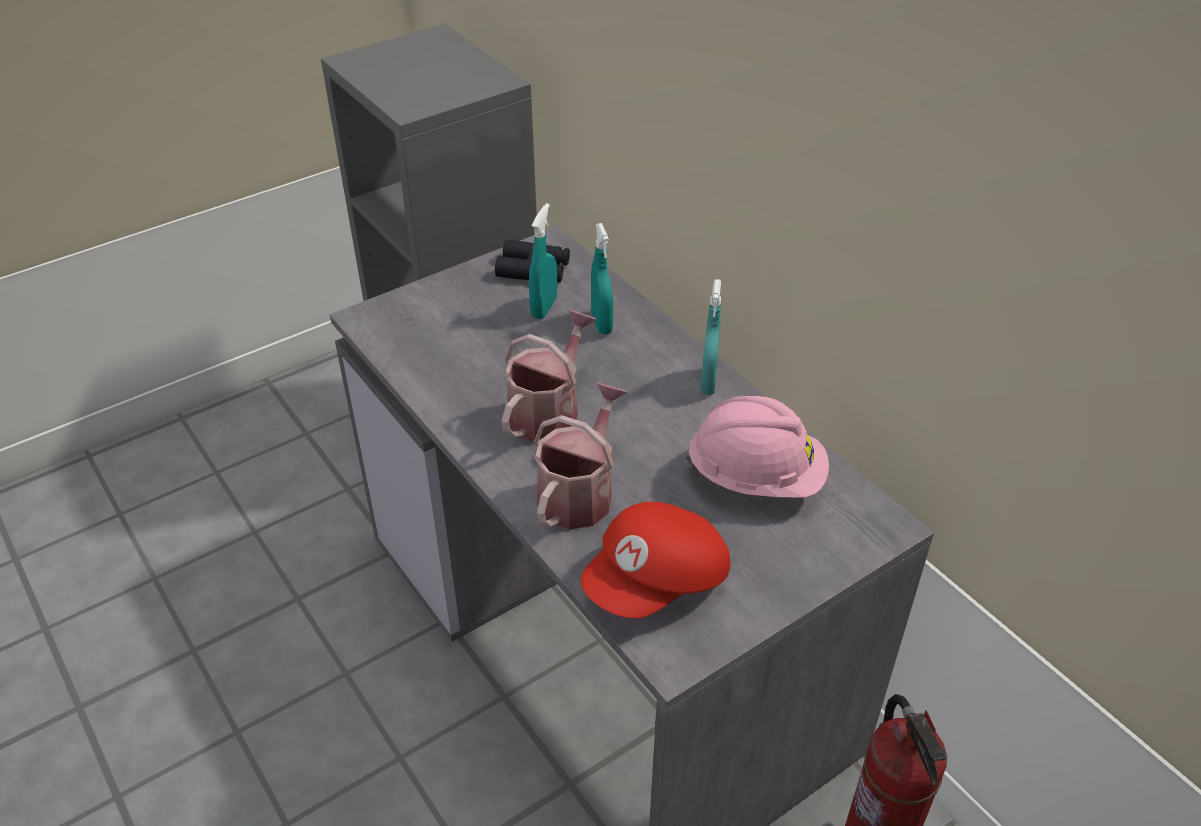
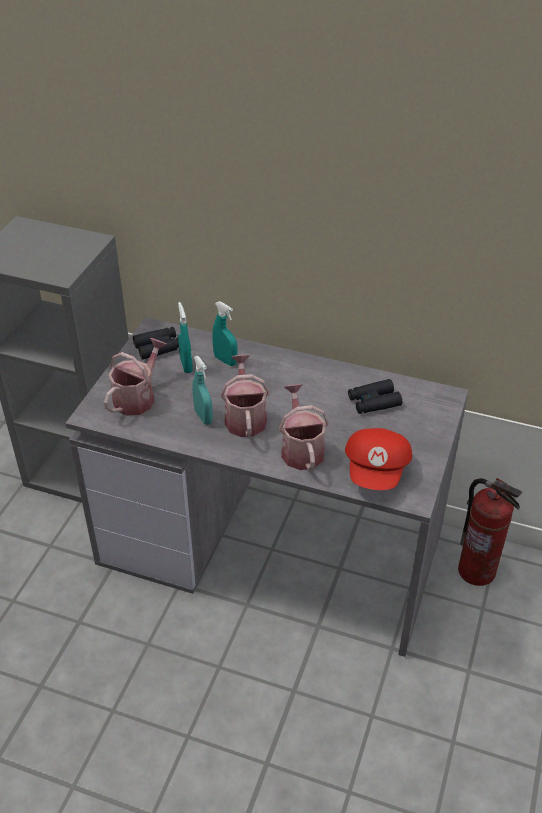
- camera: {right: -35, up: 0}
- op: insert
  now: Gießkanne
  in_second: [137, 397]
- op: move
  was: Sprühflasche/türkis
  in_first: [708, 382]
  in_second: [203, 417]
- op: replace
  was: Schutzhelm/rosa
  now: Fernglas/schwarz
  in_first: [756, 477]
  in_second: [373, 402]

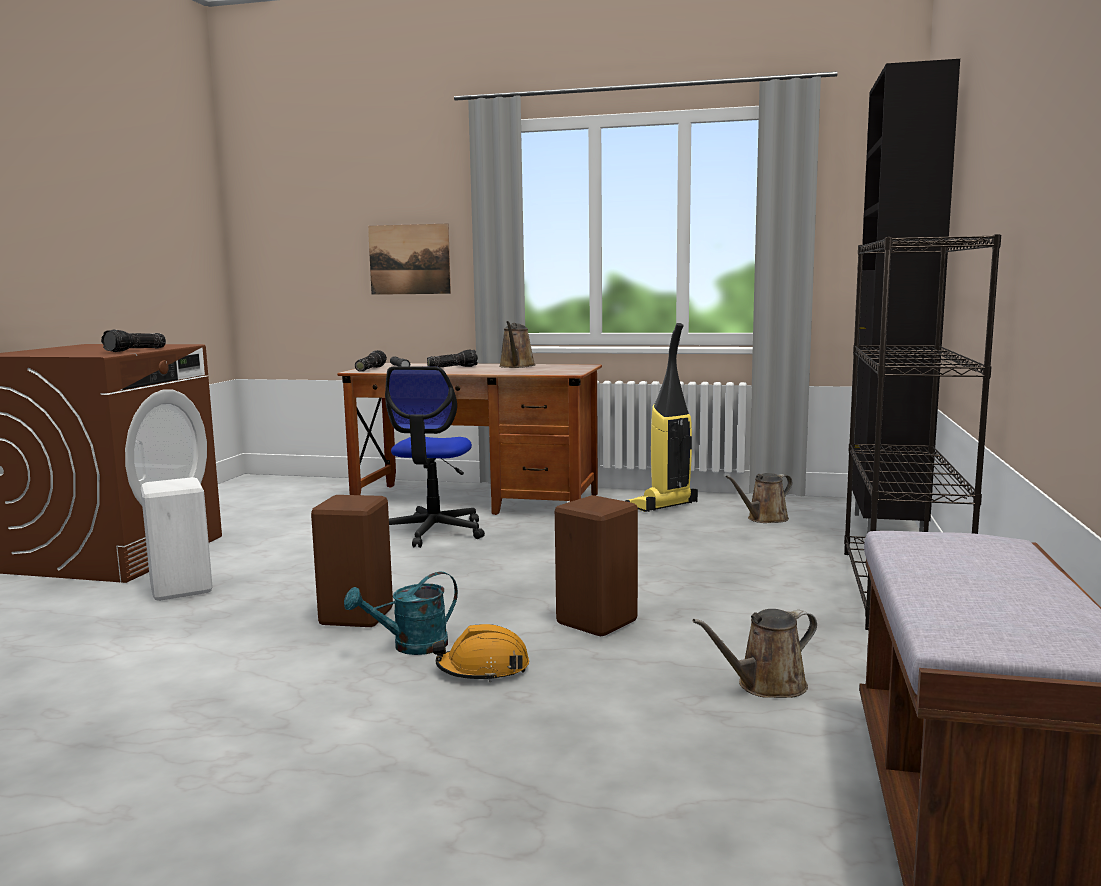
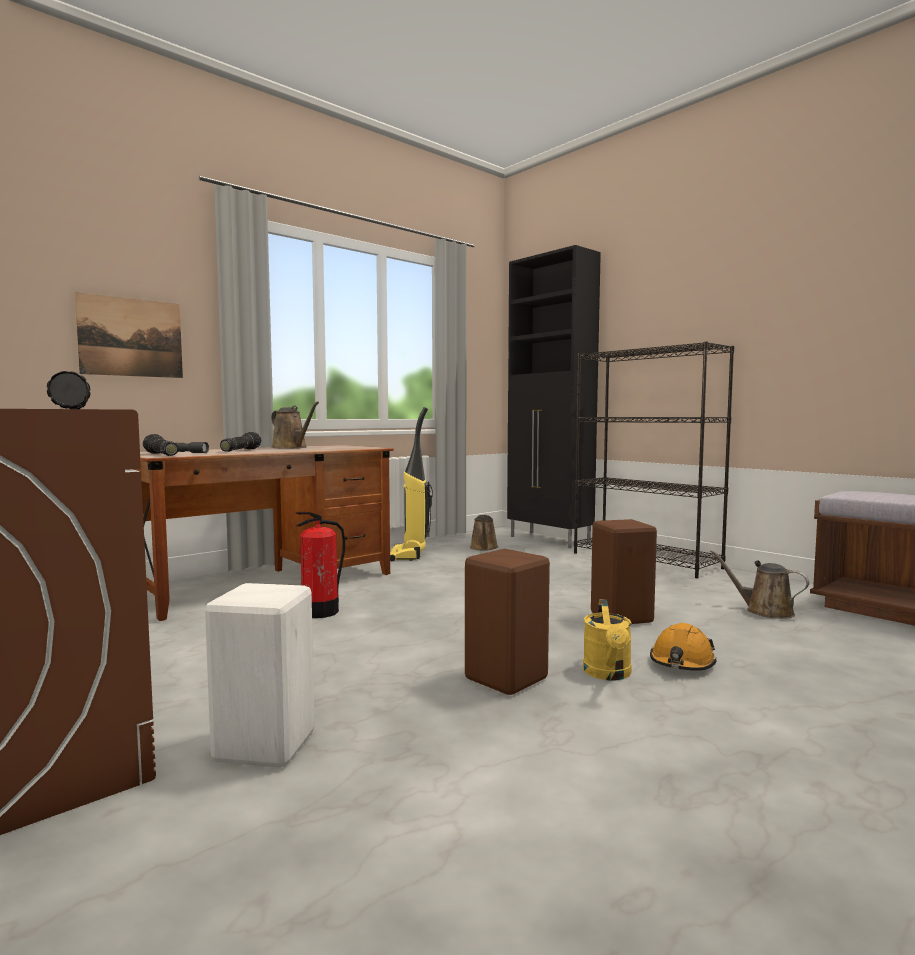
- camera: {right: -55, up: -5}
- op: replace
  was: Bürostuhl
  now: Feuerlöscher
  in_first: [433, 532]
  in_second: [320, 612]
- op: recolor
  was: Gießkanne/türkis
  now: Gießkanne/gelb
  in_first: [411, 647]
  in_second: [608, 674]
- op: rotate
  was: Gießkanne/braun
  in_first: [766, 686]
  in_second: [764, 611]
  clockwise: 120

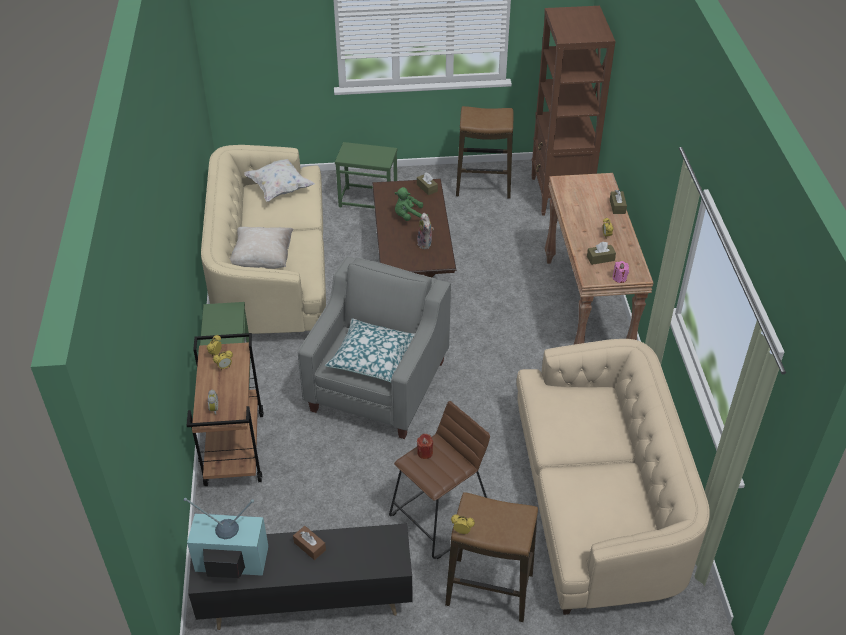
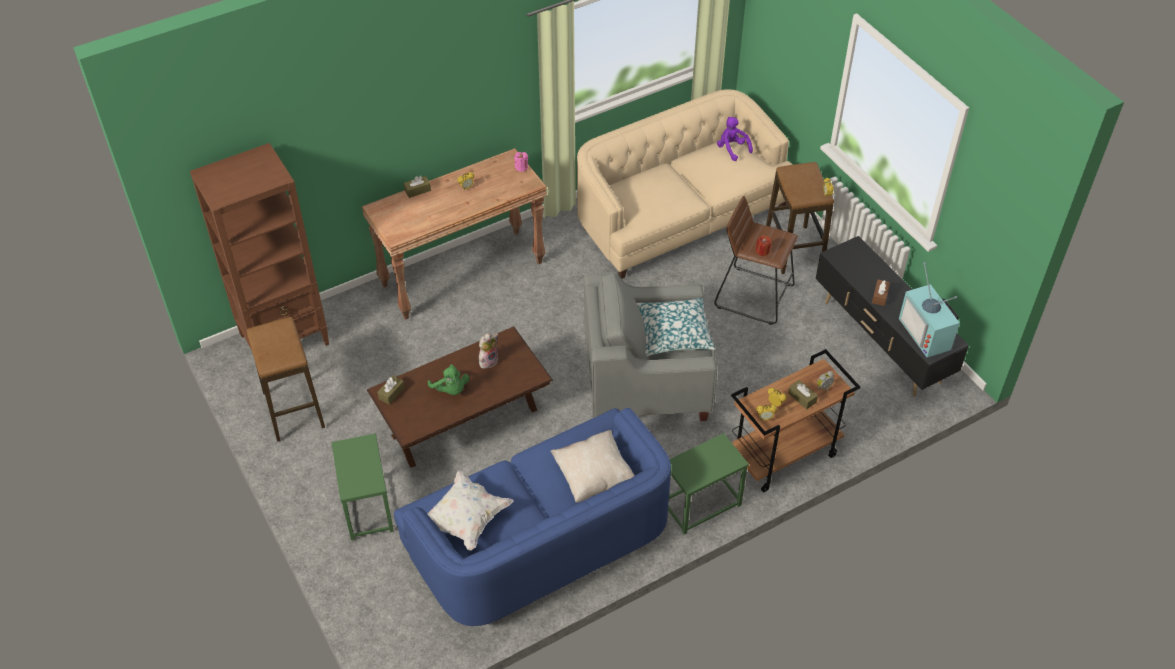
- camera: {right: -115, up: 5}
- op: recolor
  was: Sofa/beige
  now: Sofa/blau
  in_first: [273, 273]
  in_second: [540, 540]
- op: insert
  now: Plüschtier/lila
  in_second: [732, 149]
- op: move
  was: Taschentuchbox/braun
  in_first: [600, 258]
  in_second: [802, 398]

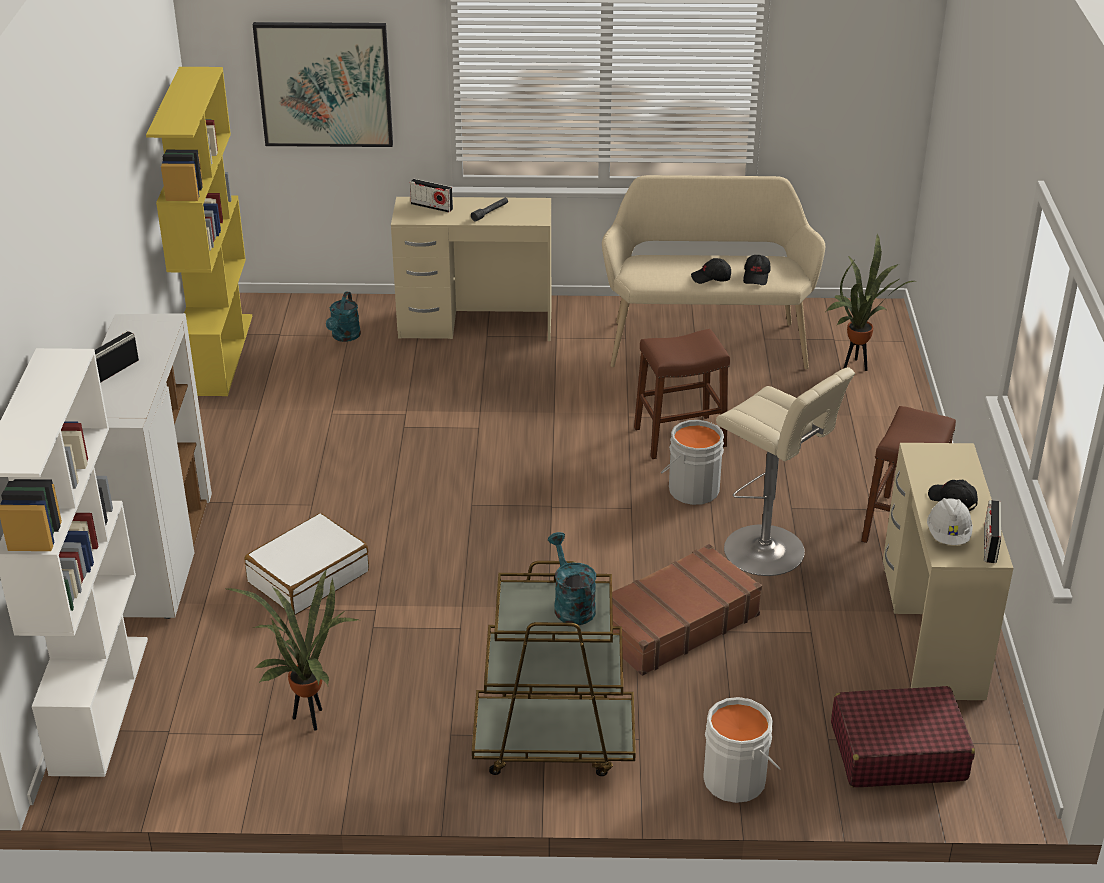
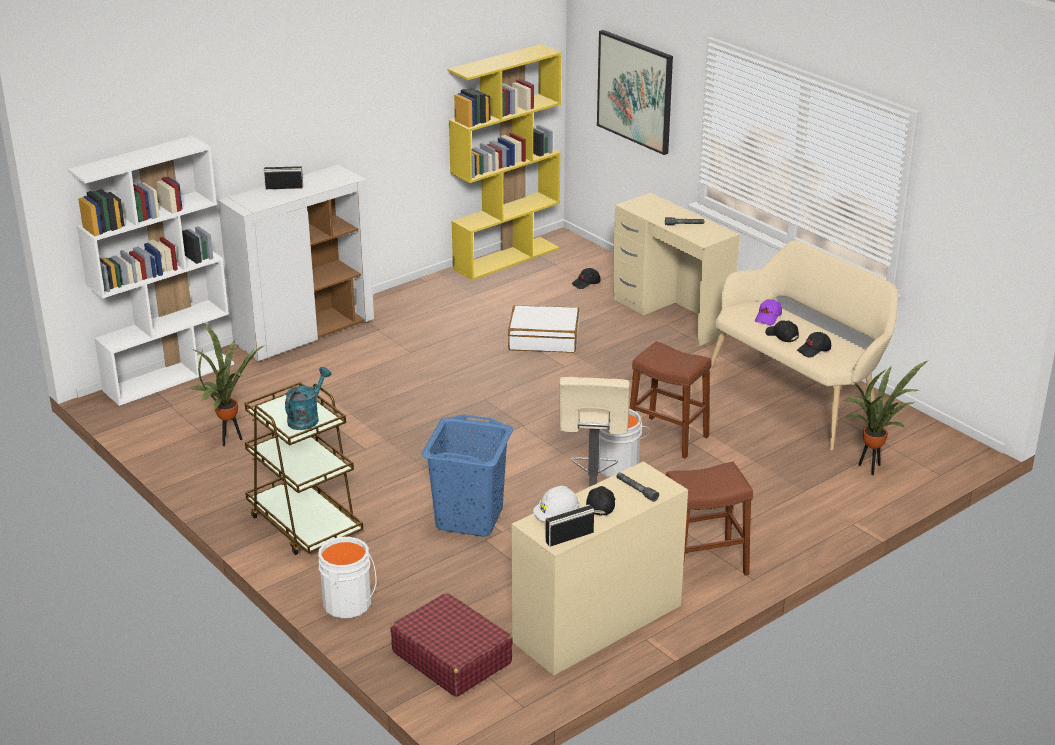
- camera: {right: 50, up: -5}
- op: replace
  was: Koffer/braun
  now: Wäschekorb/blau
  in_first: [674, 623]
  in_second: [468, 518]
- op: move
  was: Koffer/weiß
  in_first: [308, 576]
  in_second: [544, 339]
- op: replace
  was: Gießkanne/türkis
  now: Kappe/schwarz
  in_first: [344, 337]
  in_second: [586, 283]
- op: insert
  now: Taschenlampe/grau
  in_second: [636, 490]
- op: insert
  now: Kappe/lila
  in_second: [768, 318]
- op: delete
  was: Radio
  in_first: [432, 206]

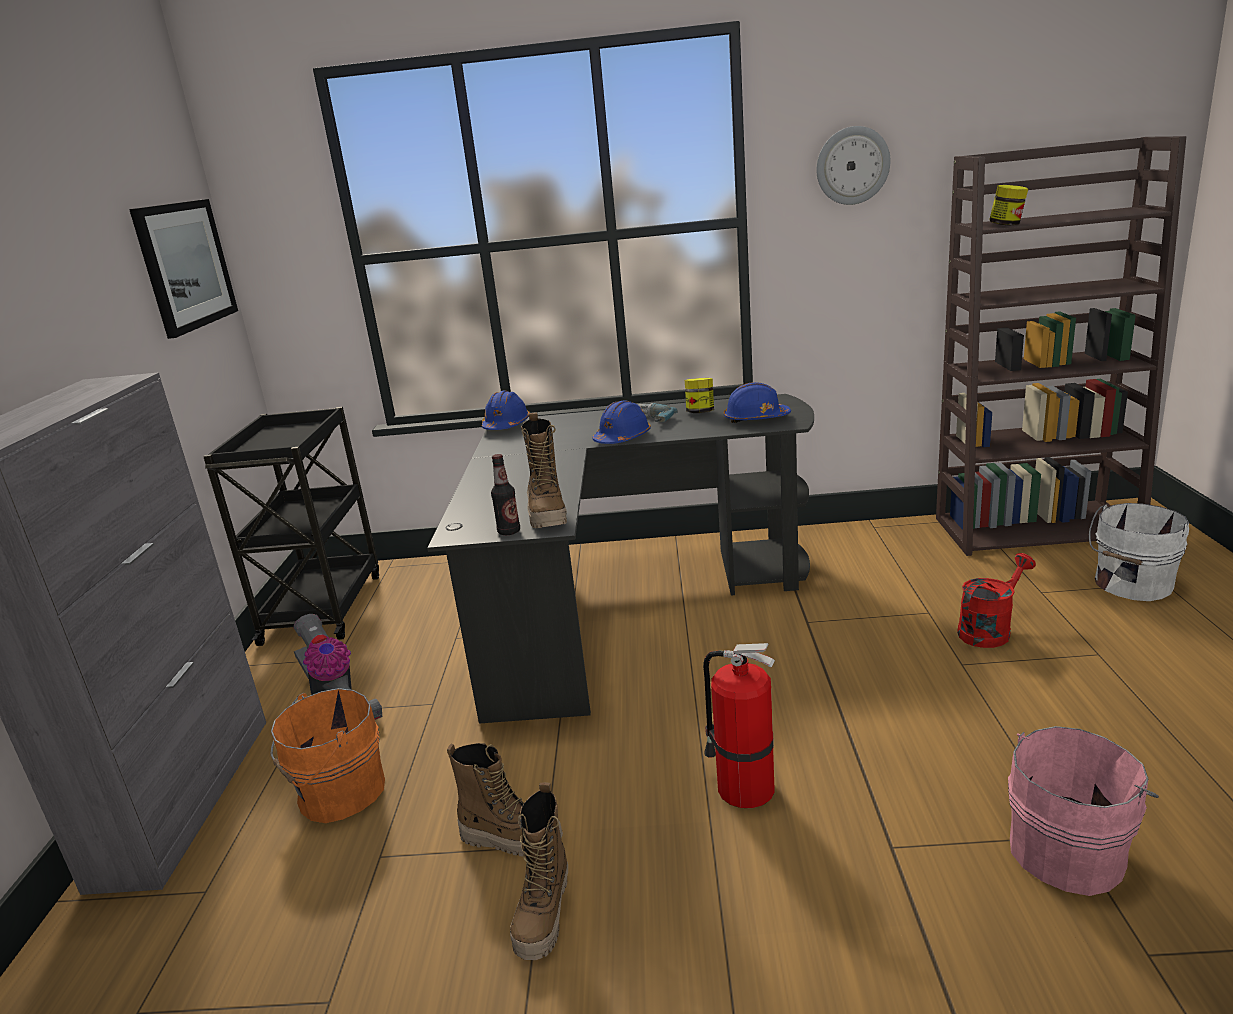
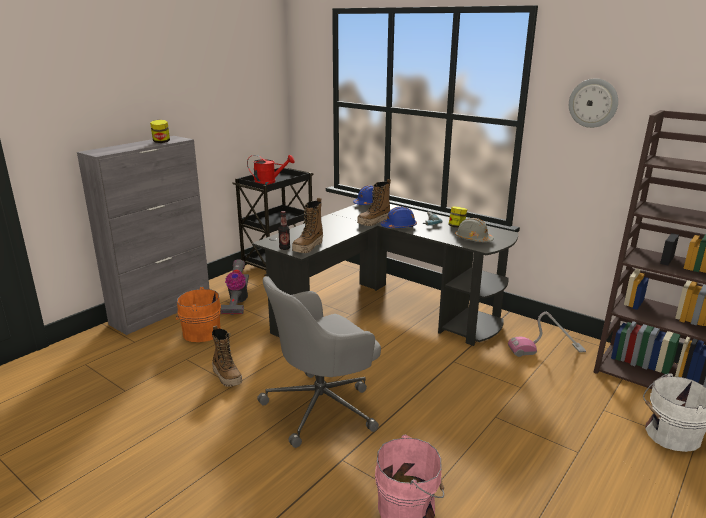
- camera: {right: 35, up: 0}
- op: move
  was: Vorratsglas
  in_first: [1006, 225]
  in_second: [161, 142]
- op: move
  was: Gießkanne/rot
  in_first: [989, 630]
  in_second: [269, 183]
- op: replace
  was: Feuerlöscher
  now: Bürostuhl/grau
  in_first: [742, 787]
  in_second: [322, 407]
- op: move
  was: Stiefel
  in_first: [544, 915]
  in_second: [374, 222]
- op: recolor
  was: Schutzhelm/blau
  now: Schutzhelm/grau
  in_first: [756, 419]
  in_second: [473, 239]
- op: insert
  now: Staubsauger
  in_second: [546, 350]
- op: delete
  was: Bild
  in_first: [185, 265]

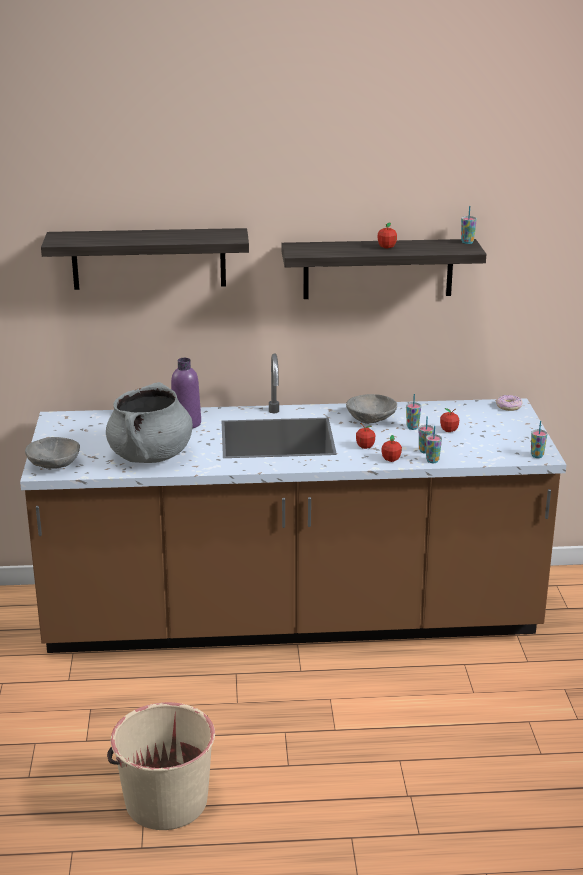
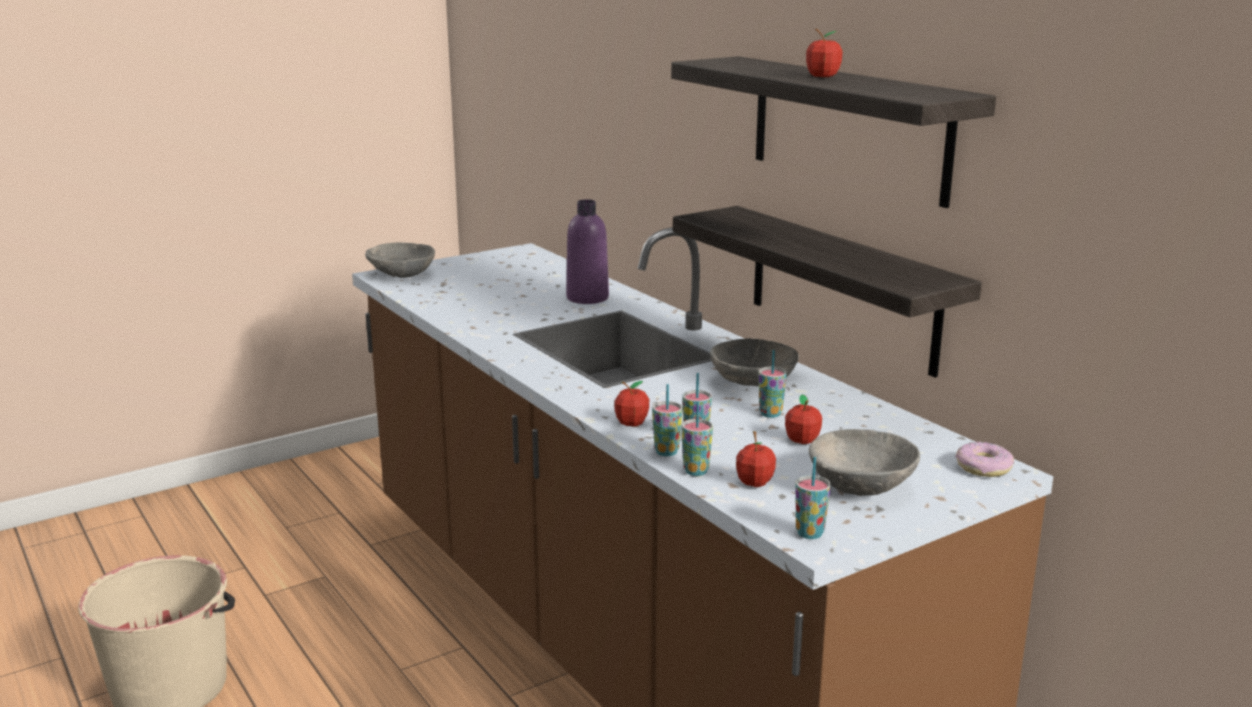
- camera: {right: 60, up: -5}
- op: move
  was: Wandregal
  in_first: [149, 258]
  in_second: [842, 288]
- op: move
  was: Tasse
  in_first: [467, 242]
  in_second: [696, 471]
- op: move
  was: Apfel
  in_first: [365, 446]
  in_second: [754, 483]
- op: insert
  now: Schüssel/grau
  in_second: [862, 486]
- op: delete
  was: Kochtopf/grau
  in_first: [150, 456]

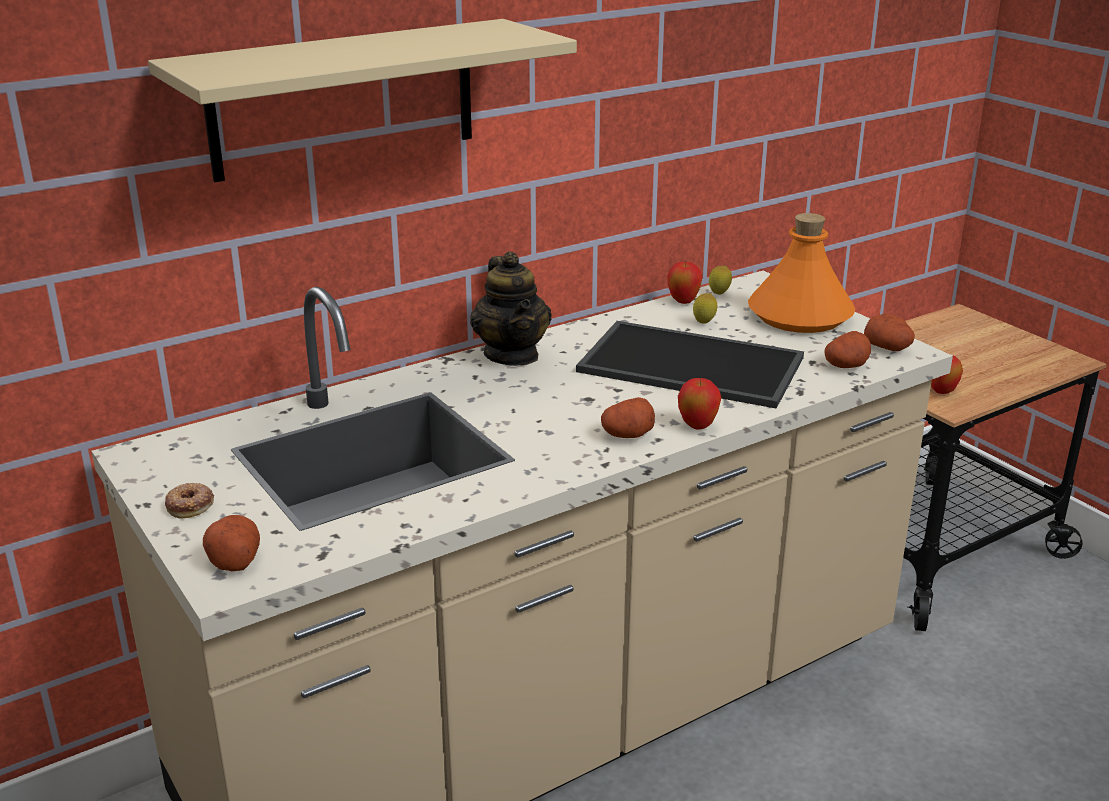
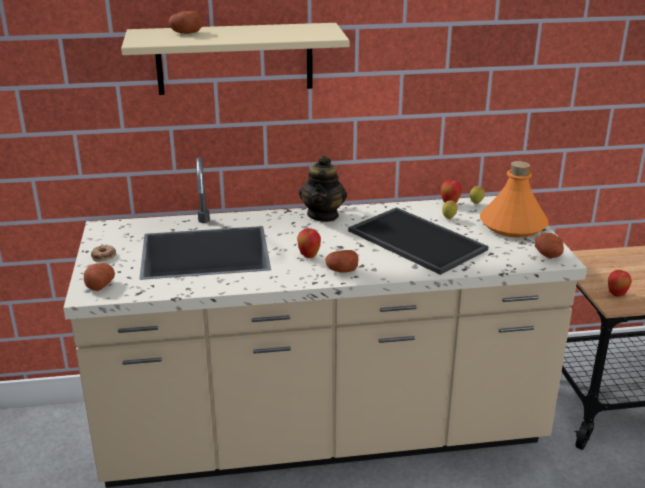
- camera: {right: 25, up: 0}
- op: move
  was: Kartoffel
  in_first: [846, 365]
  in_second: [185, 33]
- op: move
  was: Apfel
  in_first: [697, 426]
  in_second: [309, 256]

